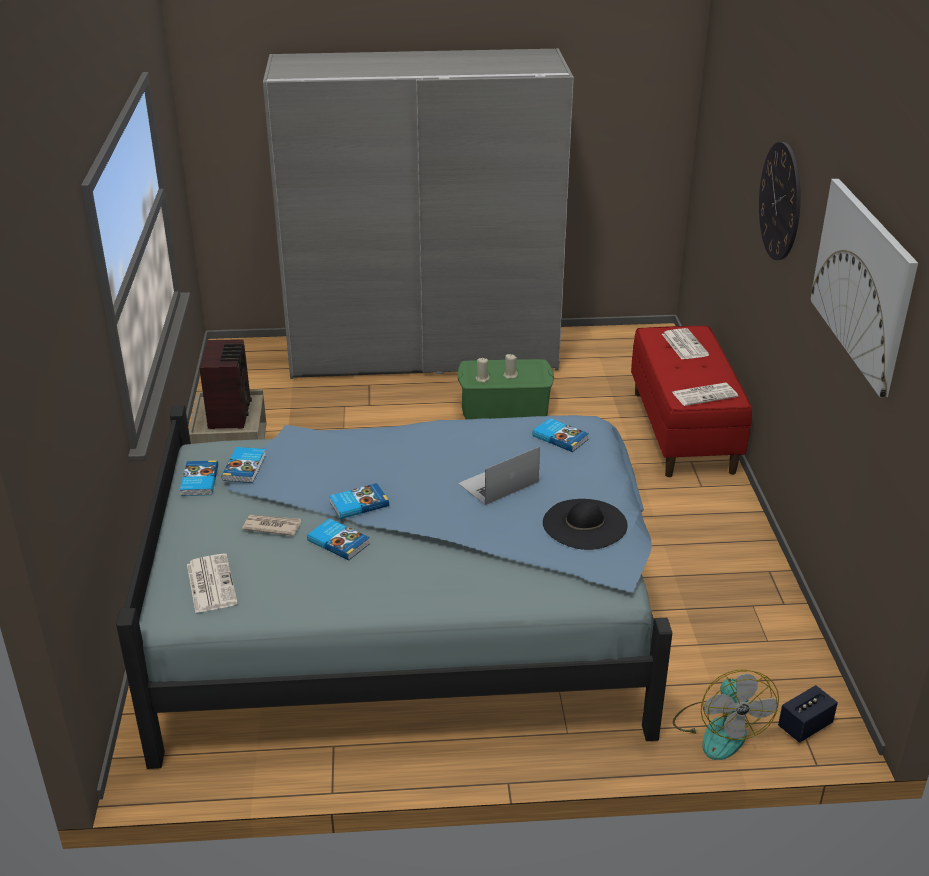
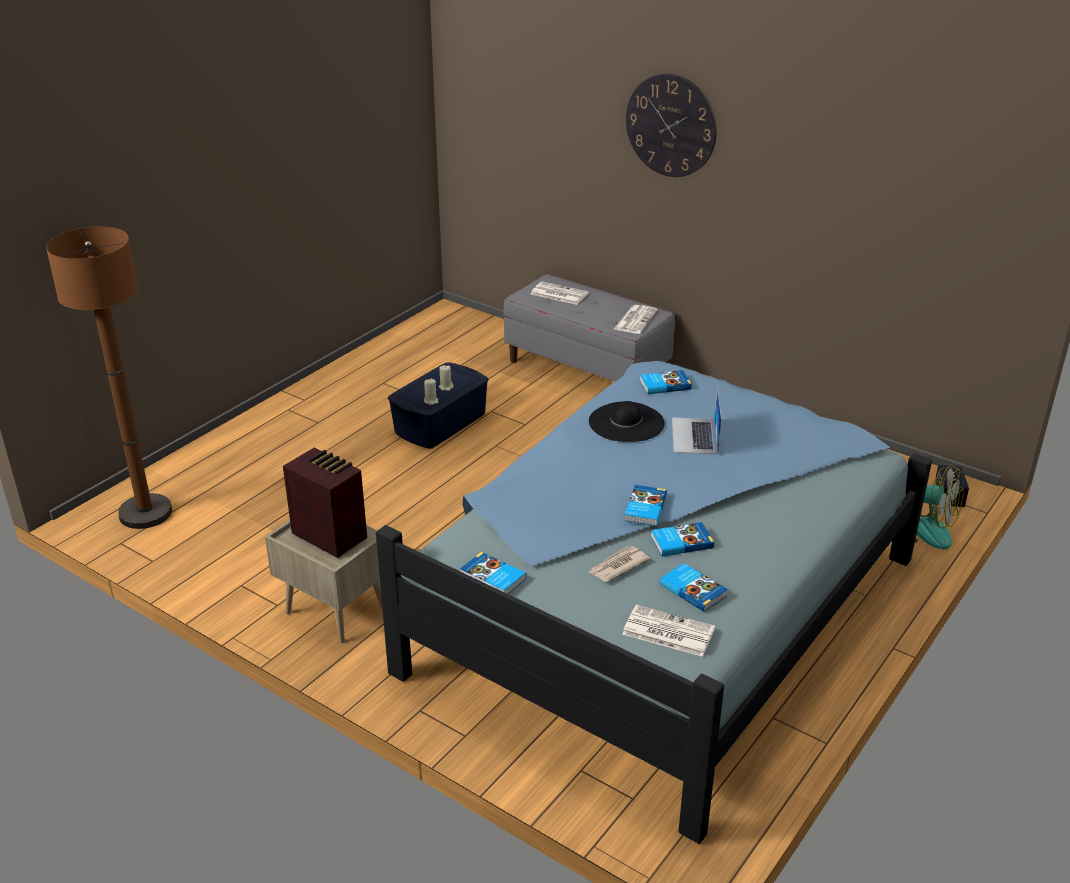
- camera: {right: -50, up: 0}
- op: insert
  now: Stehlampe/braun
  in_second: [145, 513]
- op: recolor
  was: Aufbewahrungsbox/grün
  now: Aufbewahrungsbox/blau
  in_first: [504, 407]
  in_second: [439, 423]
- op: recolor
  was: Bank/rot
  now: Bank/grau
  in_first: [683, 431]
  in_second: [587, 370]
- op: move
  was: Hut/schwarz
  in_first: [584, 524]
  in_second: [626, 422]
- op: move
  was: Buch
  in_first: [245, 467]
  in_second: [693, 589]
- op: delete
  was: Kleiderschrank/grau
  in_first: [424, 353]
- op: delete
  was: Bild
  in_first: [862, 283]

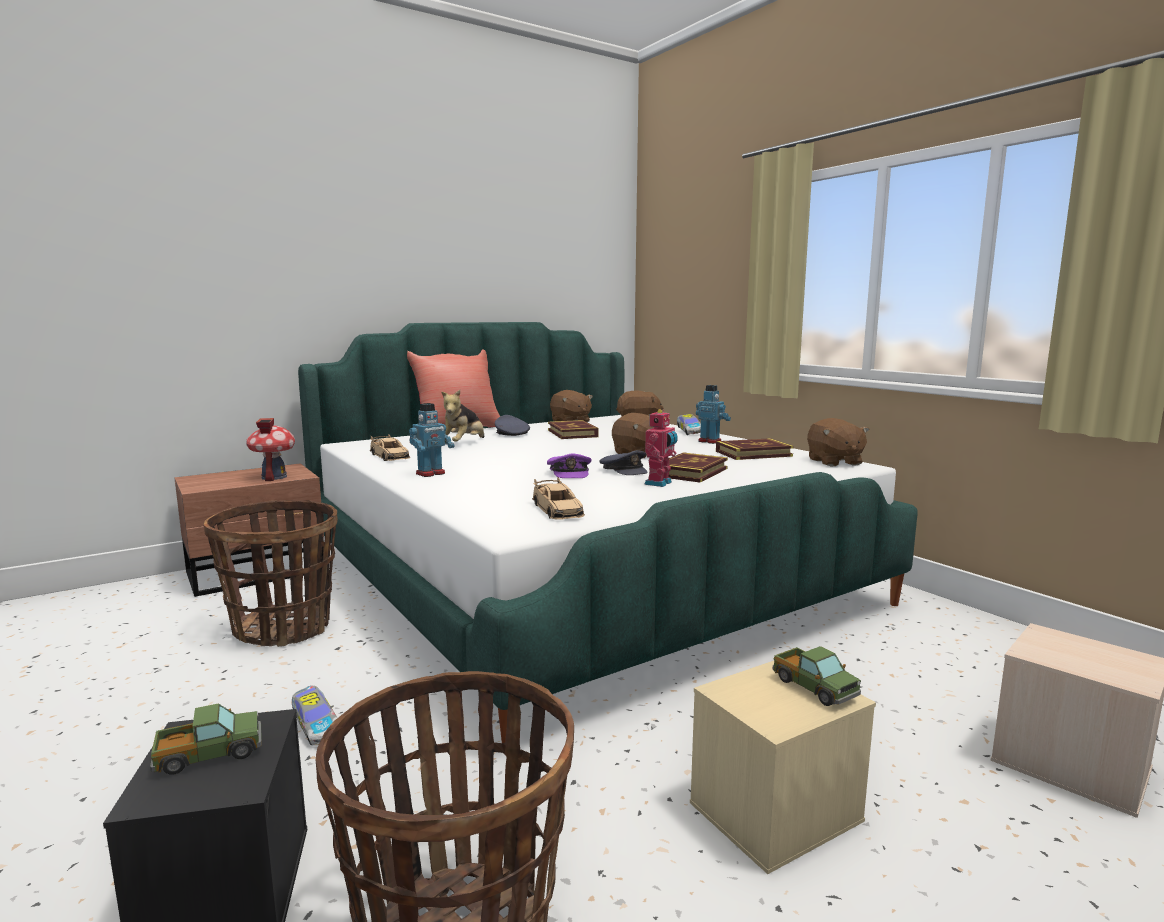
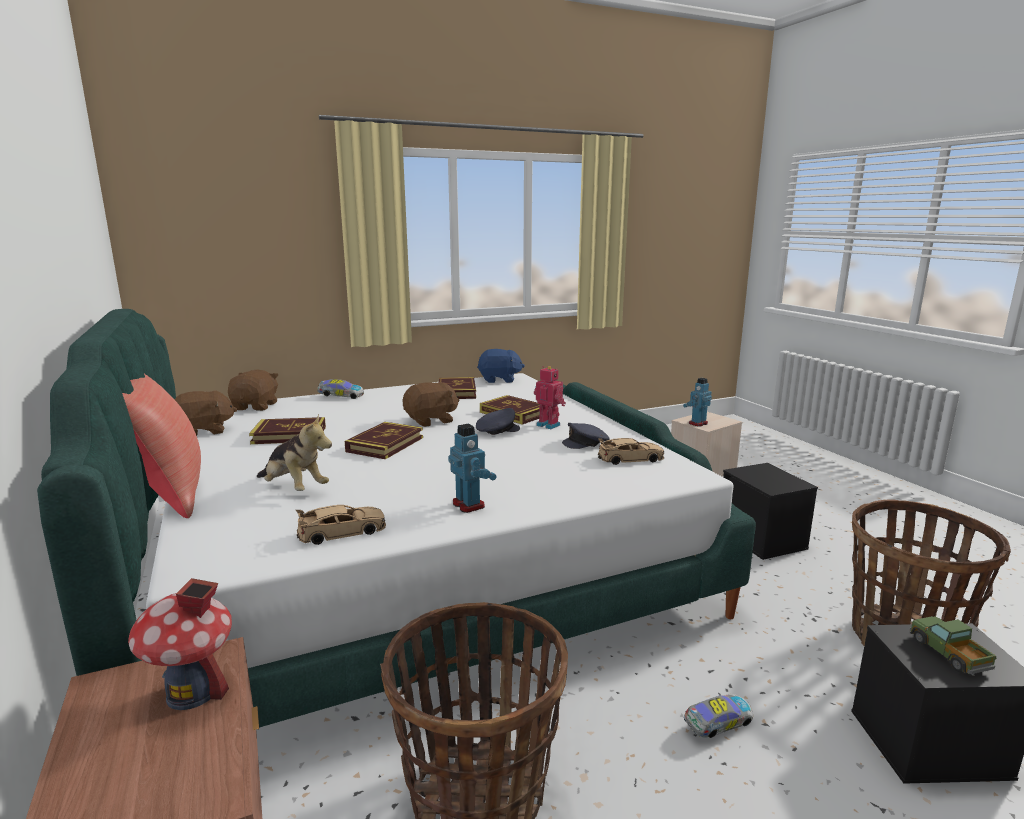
- camera: {right: -80, up: 5}
- op: insert
  now: Buch
  in_second: [385, 444]
- op: recolor
  was: Plüschtier/braun
  now: Plüschtier/blau
  in_first: [834, 462]
  in_second: [499, 380]
- op: move
  was: Kappe/grau
  in_first: [511, 434]
  in_second: [586, 443]
- op: move
  was: Spielzeugroboter
  in_first: [710, 441]
  in_second: [697, 423]
- op: recolor
  was: Aufbewahrungsbox/beige
  now: Aufbewahrungsbox/schwarz
  in_first: [775, 813]
  in_second: [762, 539]
- op: delete
  was: Kappe/lila
  in_first: [569, 473]
- op: delete
  was: Spielzeuglaster
  in_first: [814, 688]

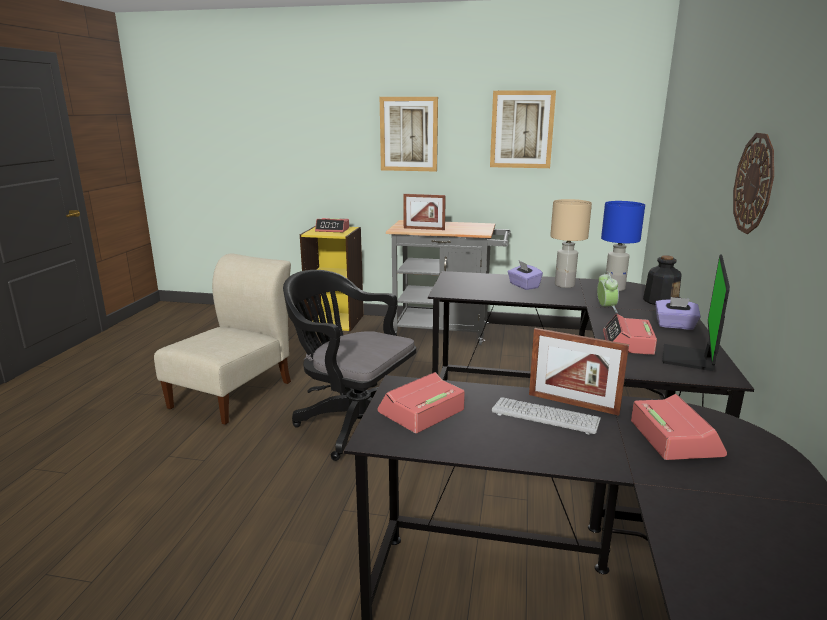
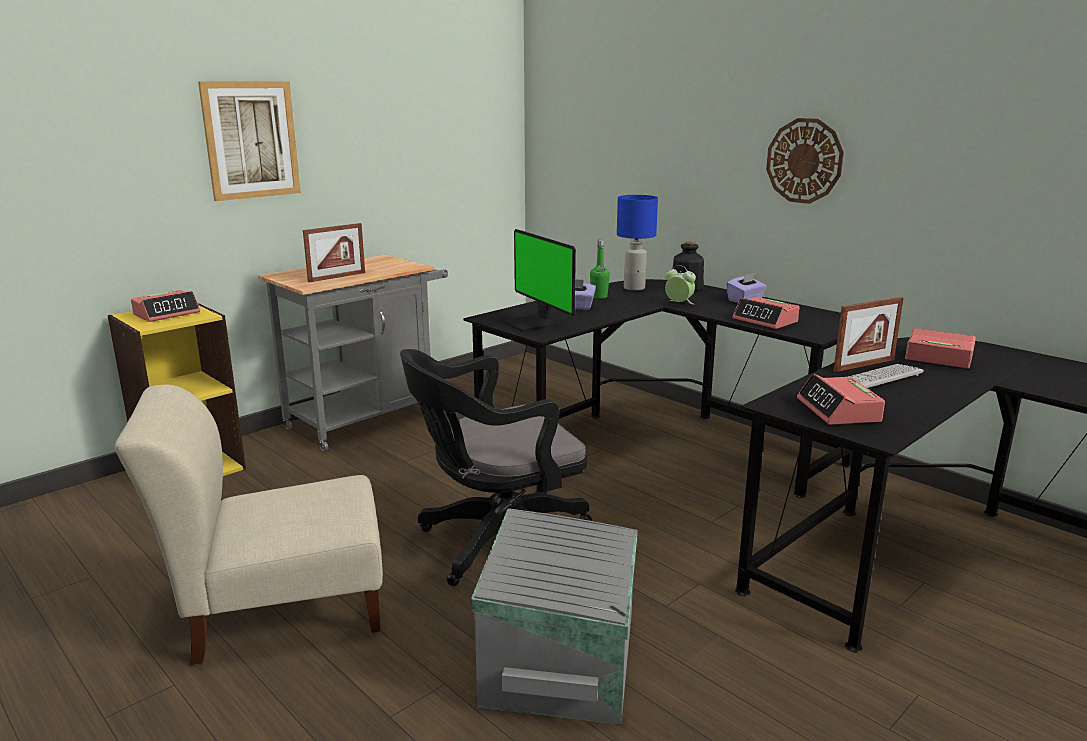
- camera: {right: -55, up: 0}
- op: rotate
  was: Stuhl/beige
  in_first: [235, 392]
  in_second: [279, 609]
  clockwise: -75
- op: insert
  now: Aufbewahrungsbox/grau
  in_second: [563, 657]
- op: move
  was: Monitor
  in_first: [691, 359]
  in_second: [532, 323]
- op: replace
  was: Tischlampe/beige
  now: Flasche/grün
  in_first: [565, 285]
  in_second: [599, 297]
- op: delete
  was: Bild
  in_first: [522, 129]

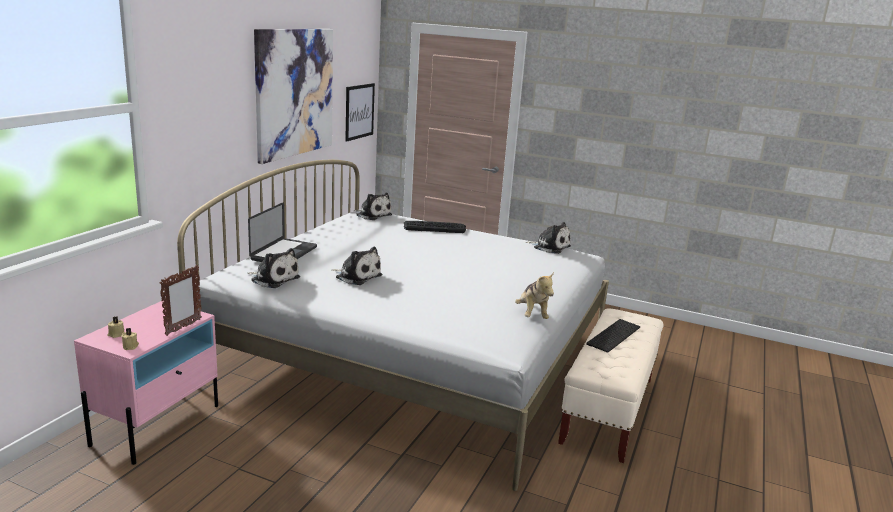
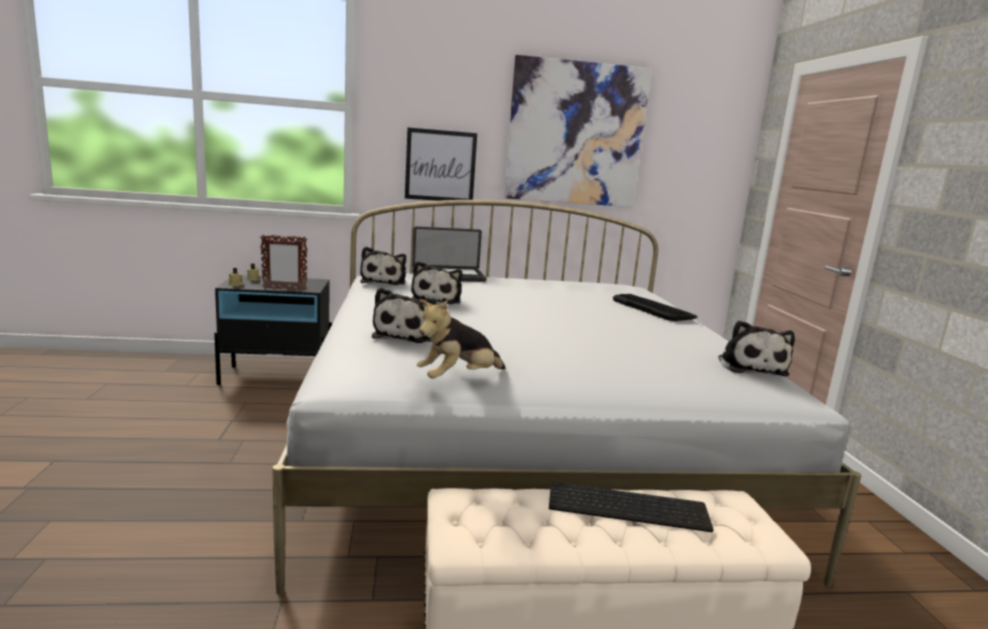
- camera: {right: 60, up: -5}
- op: recolor
  was: Nachttisch/rosa
  now: Nachttisch/schwarz
  in_first: [157, 424]
  in_second: [277, 376]
- op: move
  was: Plüschtier
  in_first: [372, 215]
  in_second: [406, 335]
- op: move
  was: Bild
  in_first: [359, 111]
  in_second: [440, 166]

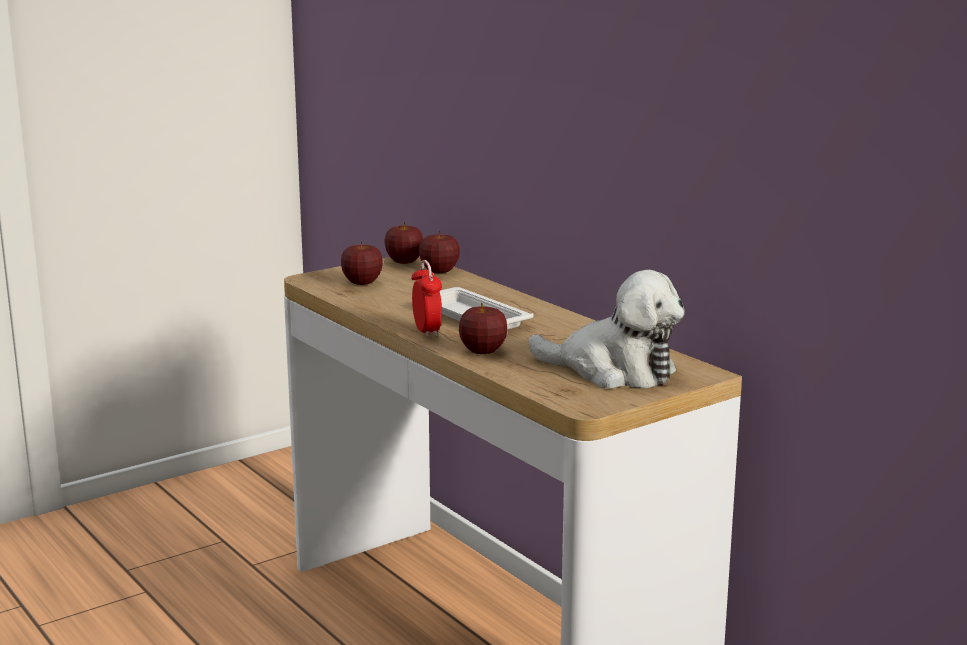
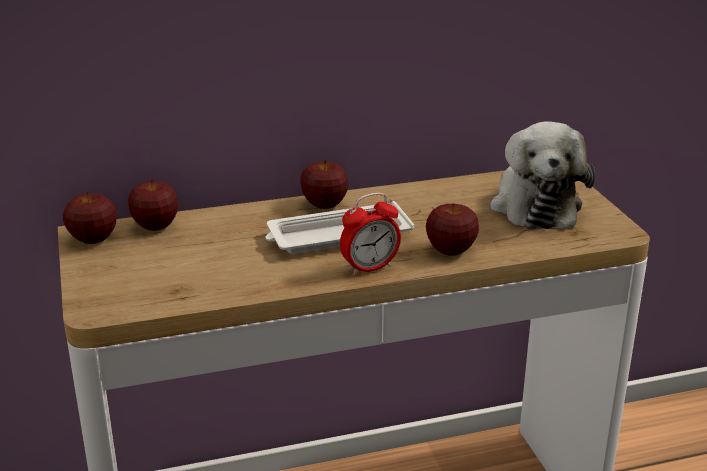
- camera: {right: -70, up: 10}
- op: move
  was: Apfel
  in_first: [361, 282]
  in_second: [324, 205]
- op: rotate
  was: Wecker
  in_first: [427, 331]
  in_second: [370, 268]
  clockwise: 150
- op: rotate
  was: Plüschtier
  in_first: [613, 371]
  in_second: [535, 205]
  clockwise: 135

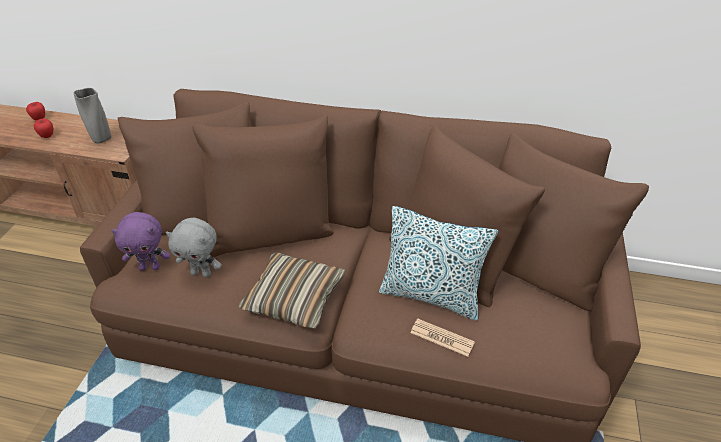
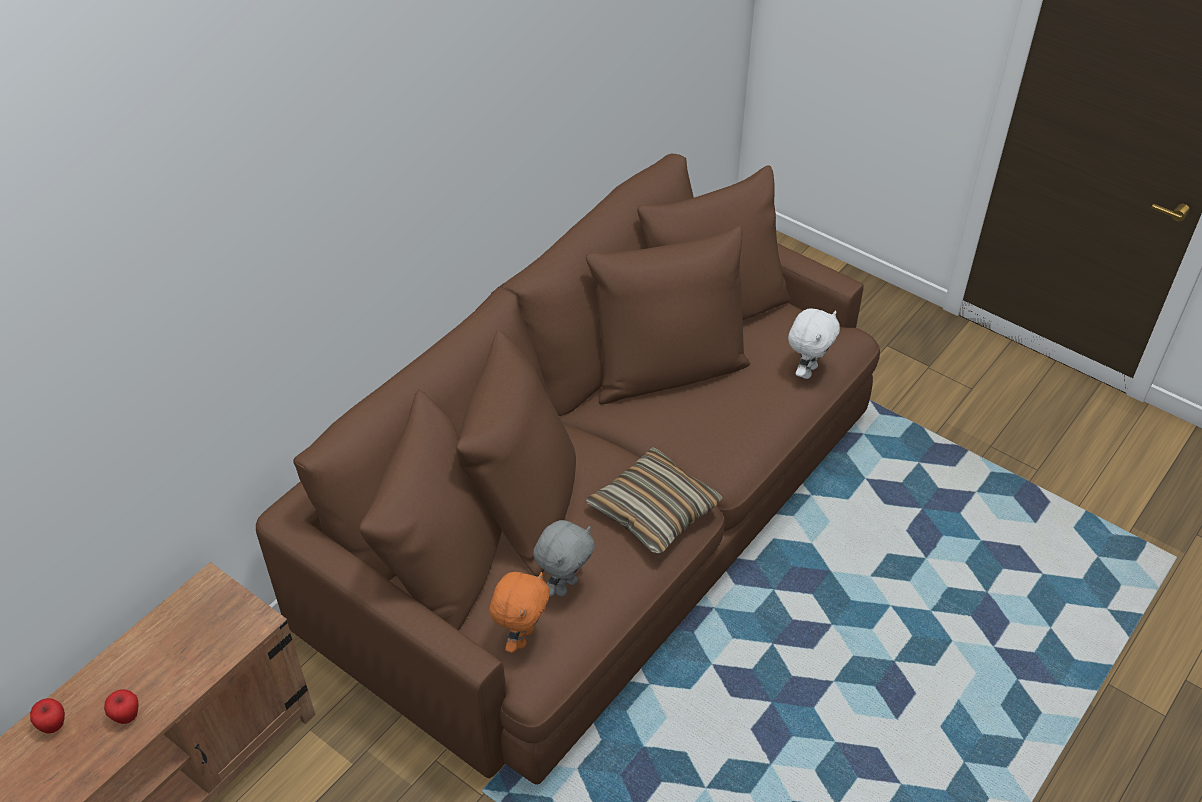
- camera: {right: -65, up: 5}
- op: recolor
  was: Plüschtier/lila
  now: Plüschtier/orange
  in_first: [150, 267]
  in_second: [522, 637]
- op: insert
  now: Plüschtier/weiß
  in_second: [807, 371]
- op: delete
  was: Vase/grau
  in_first: [101, 140]
- op: delete
  was: Kissen
  in_first: [431, 295]
- op: delete
  was: Zeitung
  in_first: [442, 338]

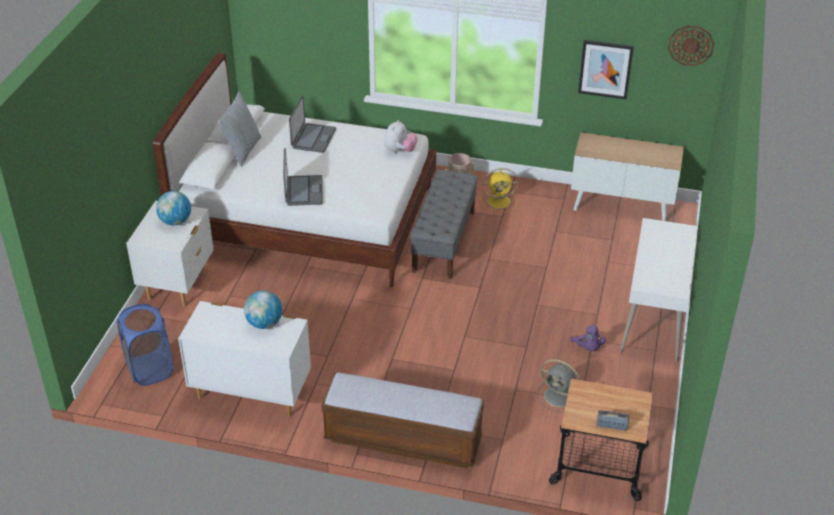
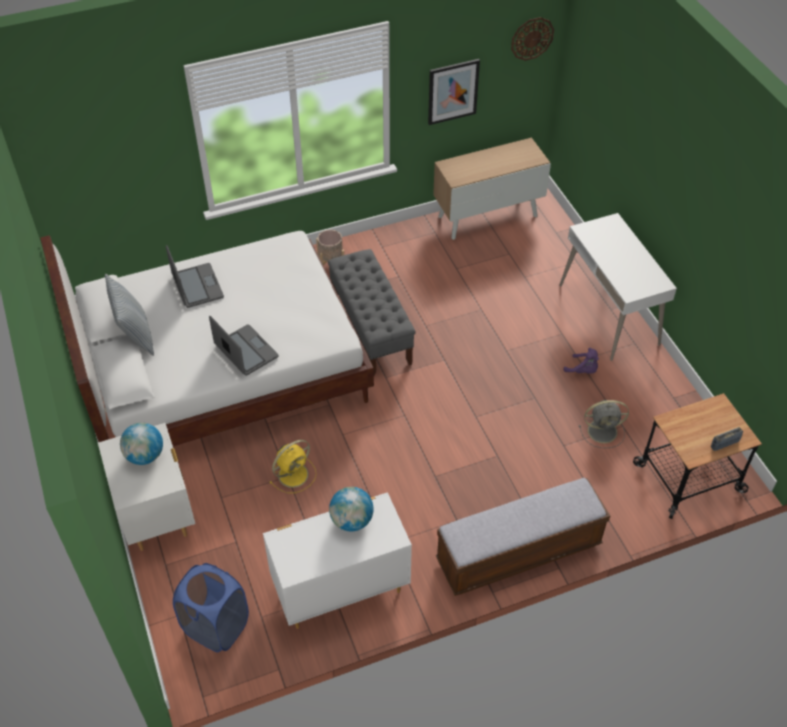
- camera: {right: -35, up: 10}
- op: move
  was: Ventilator/gelb
  in_first: [500, 201]
  in_second: [294, 474]
- op: delete
  was: Plüschtier
  in_first: [400, 151]

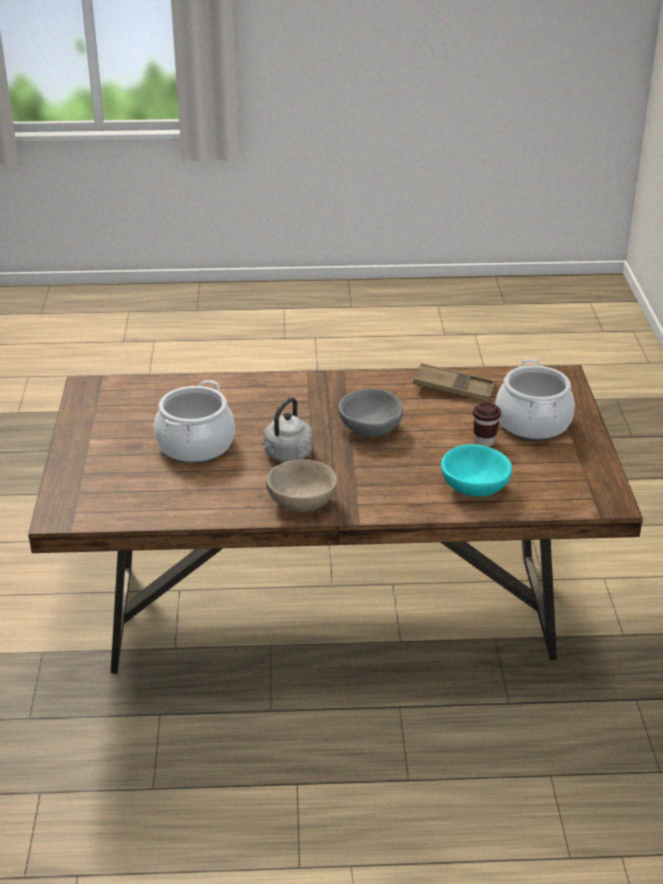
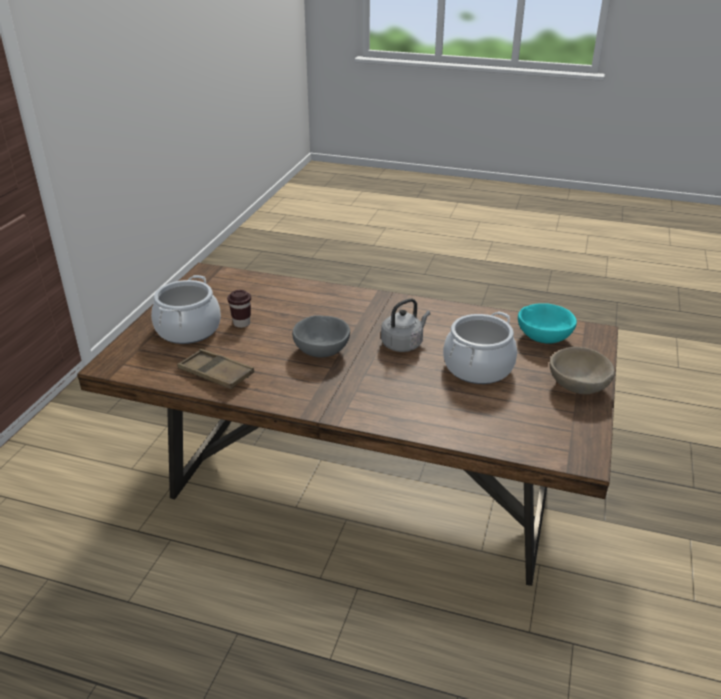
- camera: {right: -160, up: 0}
- op: move
  was: Schüssel/türkis
  in_first: [474, 489]
  in_second: [544, 337]
- op: move
  was: Schüssel/beige
  in_first: [302, 503]
  in_second: [577, 386]

